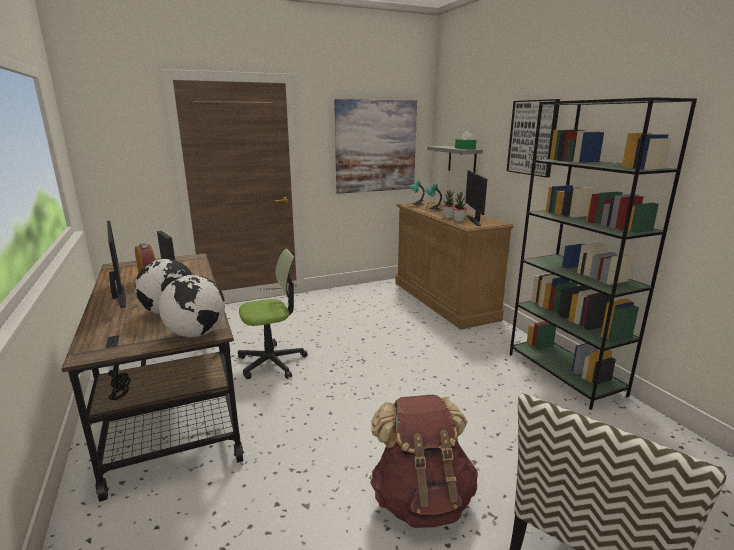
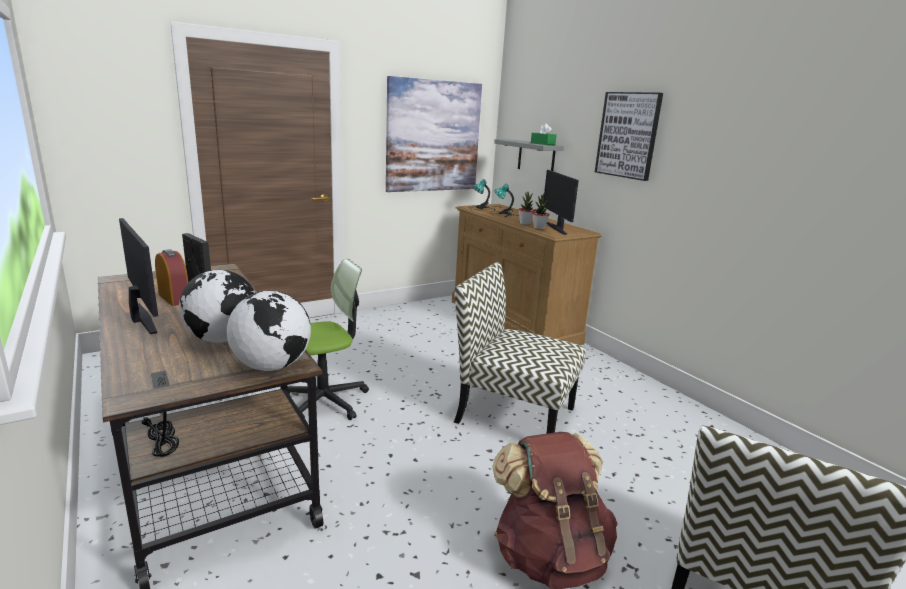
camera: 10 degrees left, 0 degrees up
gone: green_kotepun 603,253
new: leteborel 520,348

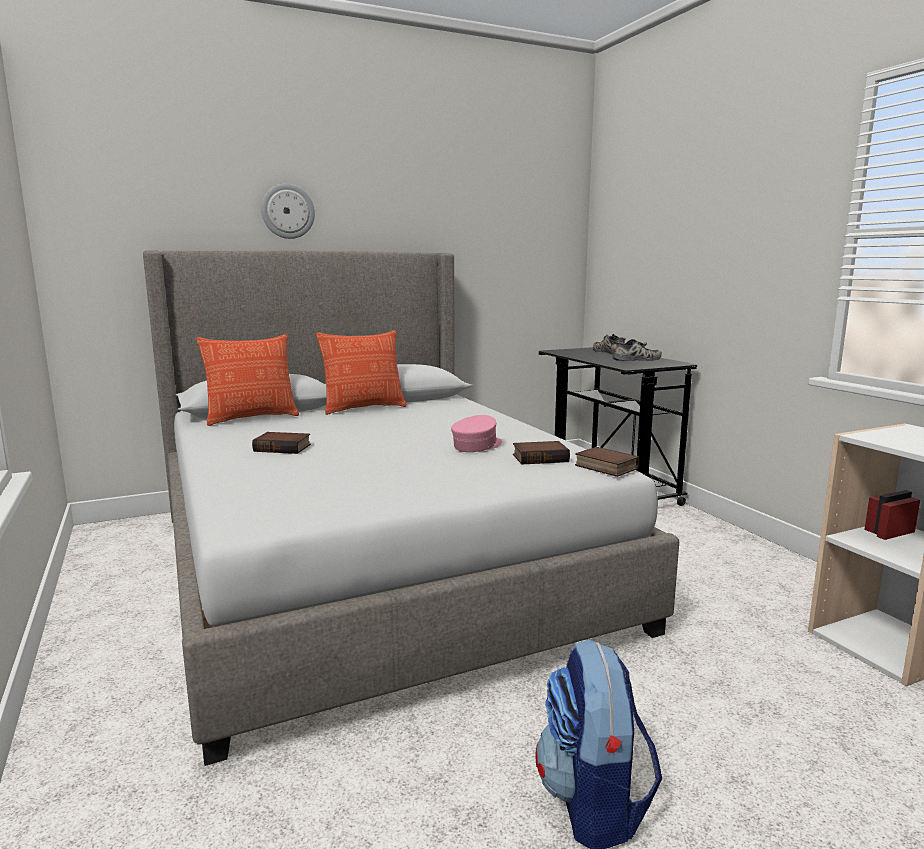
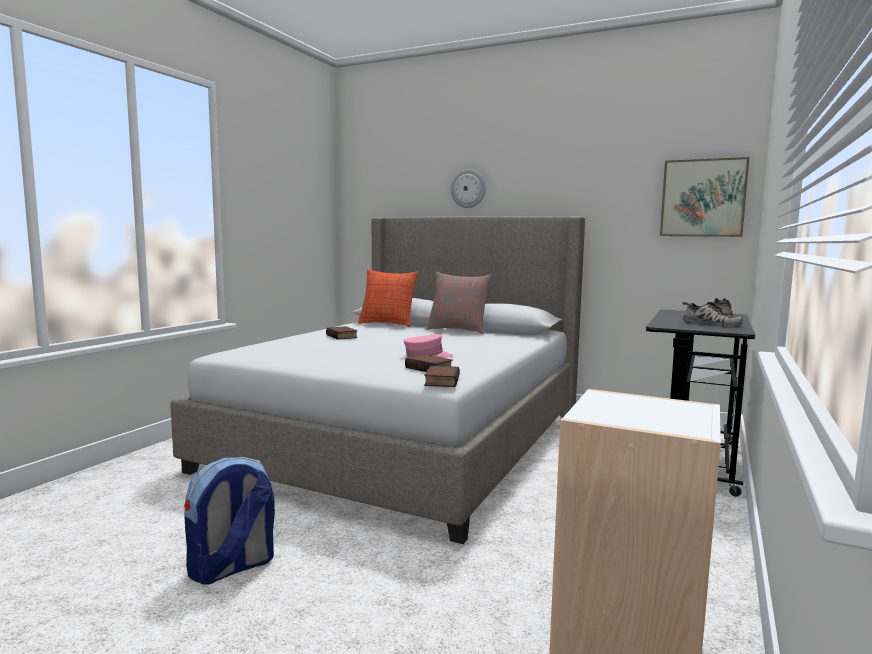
camera: 50 degrees right, 5 degrees down
new: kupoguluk 704,197
repainted: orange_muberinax 361,372 to grey_muberinax 458,303

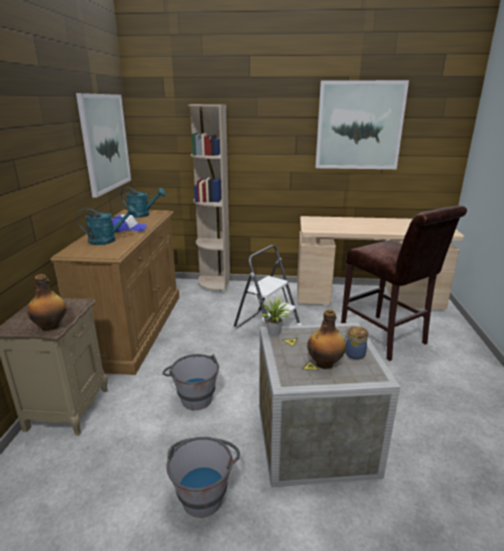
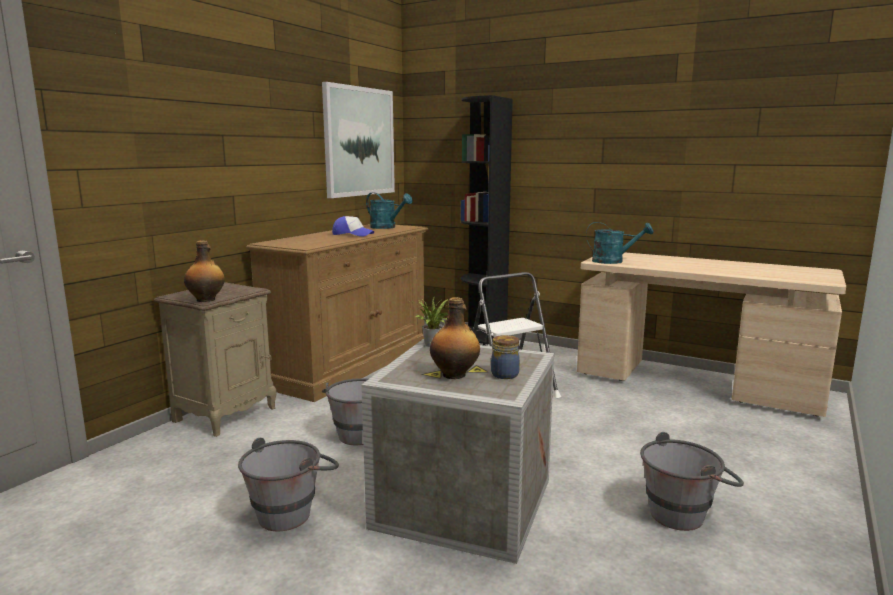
camera: 25 degrees right, 10 degrees down
gone: kupoguluk 362,124; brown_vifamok 404,283
new: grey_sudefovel 692,481
shifted: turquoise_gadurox 107,225 to 619,243
repainted: beige_kotepun 209,198 to black_kotepun 487,220

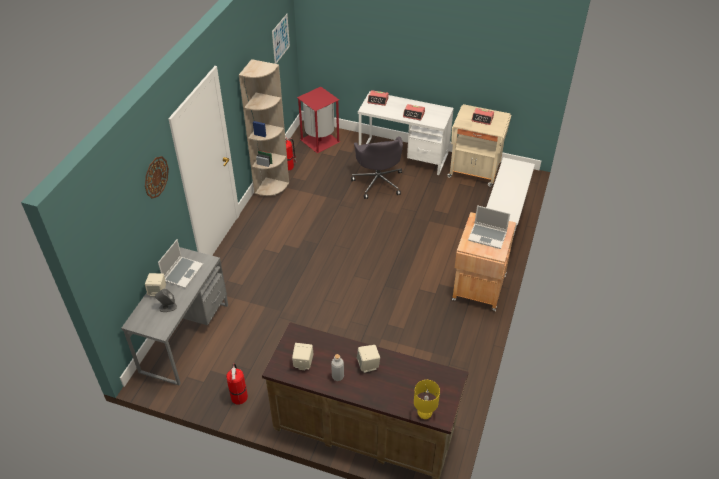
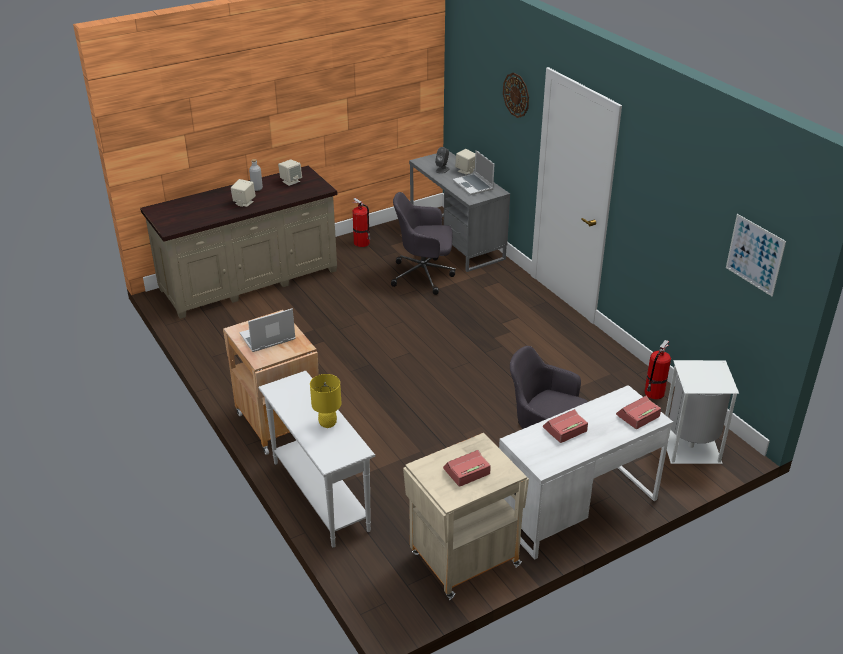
camera: 130 degrees right, 10 degrees down
gone: beige_kotepun 264,127
new: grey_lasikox 423,243
shifted: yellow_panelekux 427,399 to 326,401
repainted: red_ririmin 318,120 to white_ririmin 702,412

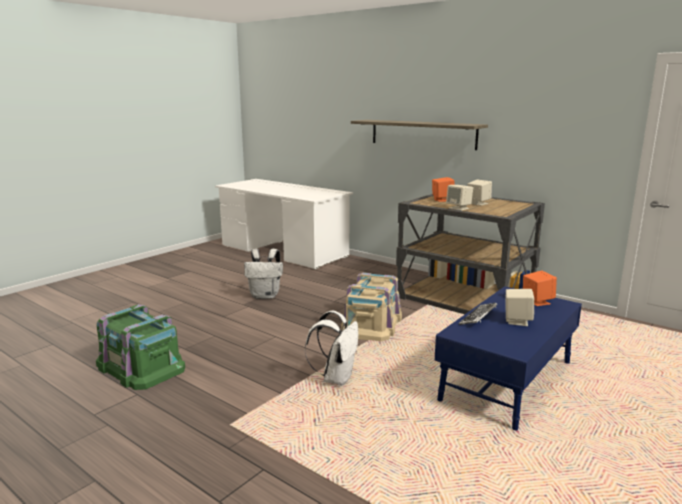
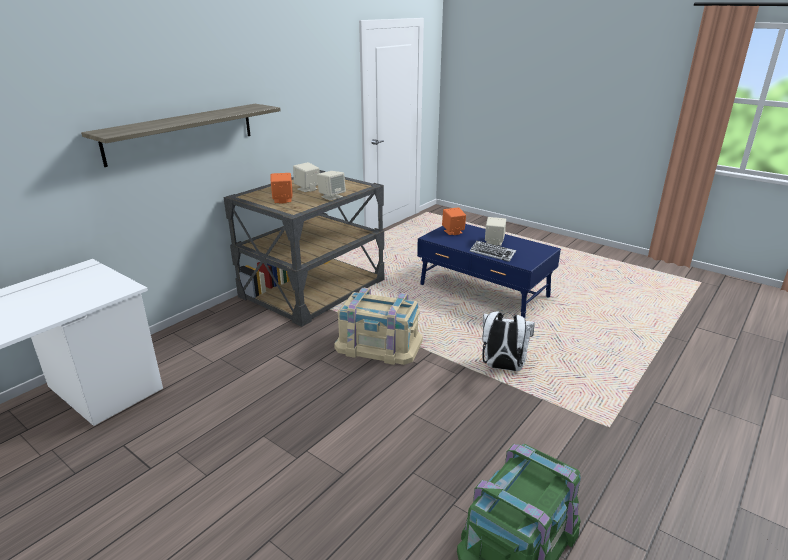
camera: 90 degrees left, 10 degrees up
gone: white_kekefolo 263,274

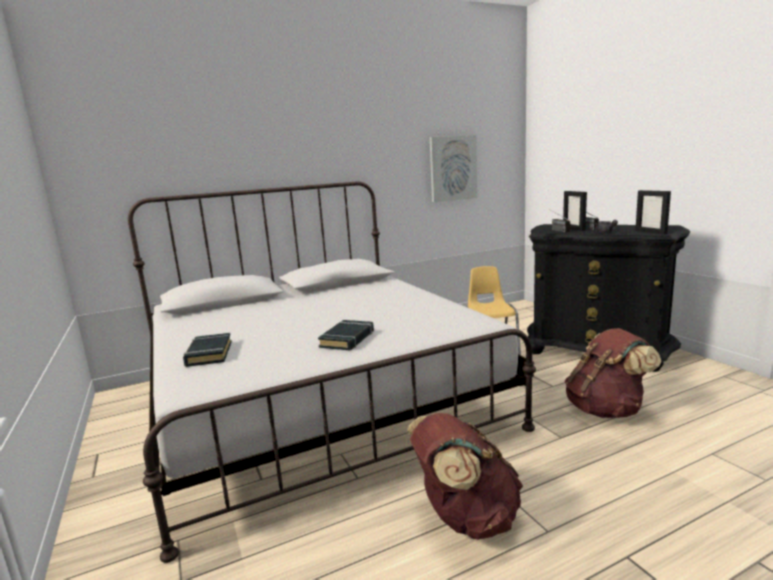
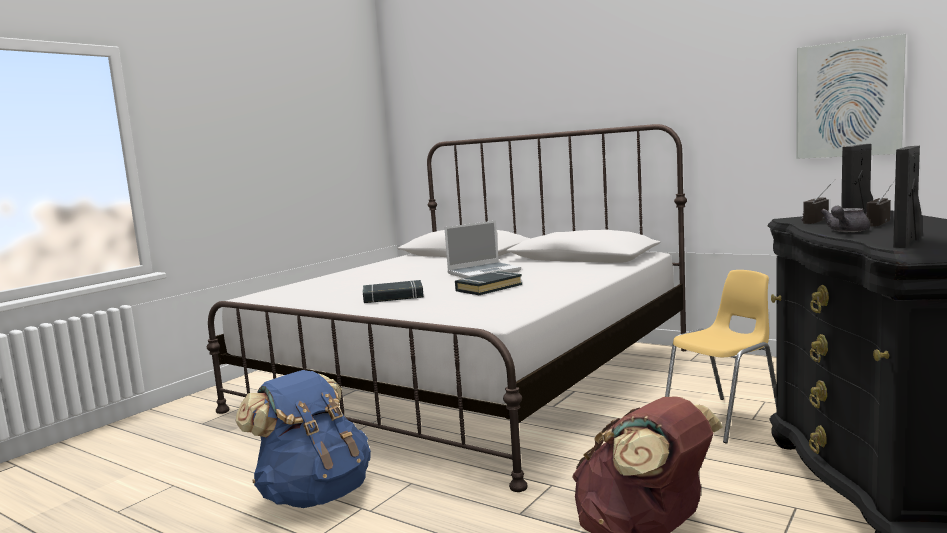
camera: 60 degrees right, 5 degrees down
new: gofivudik 482,249
shifted: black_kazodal 207,350 to 488,283
repainted: brown_kekefolo 465,476 to blue_kekefolo 303,439

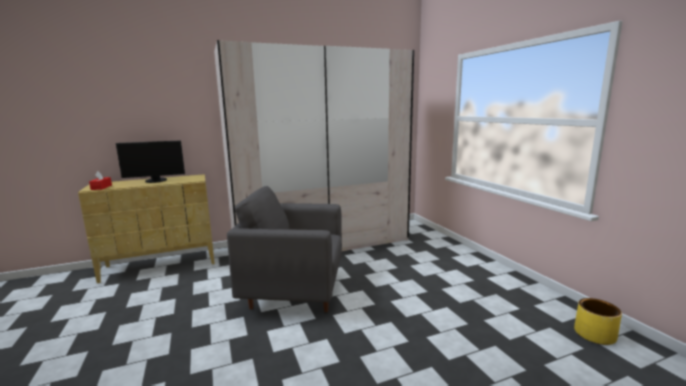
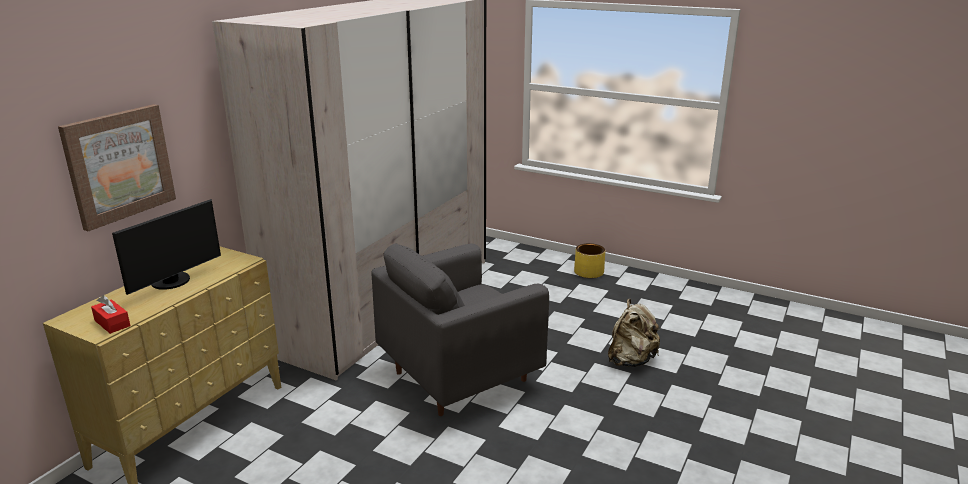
camera: 40 degrees left, 10 degrees up
new: kupoguluk 117,167; beige_kekefolo 634,333
shifted: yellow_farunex 598,321 to 589,261

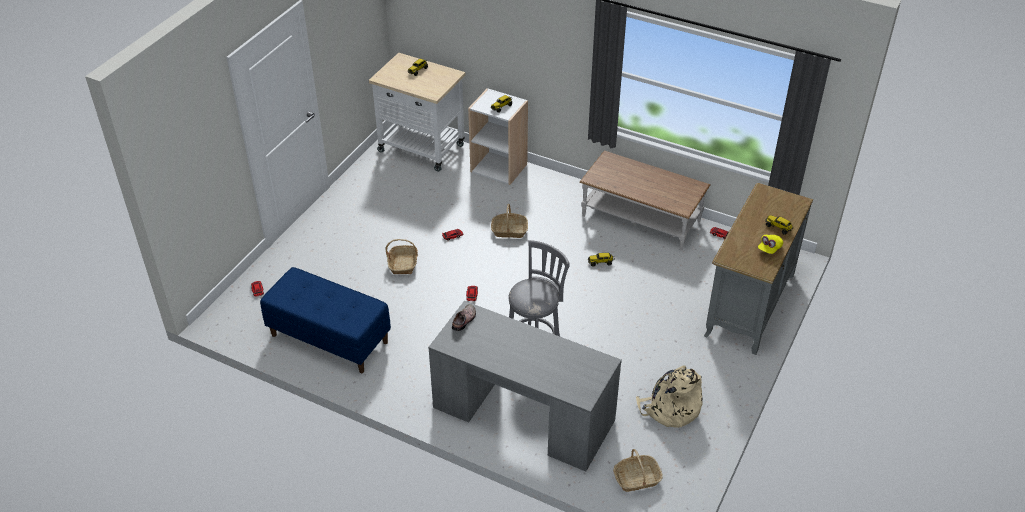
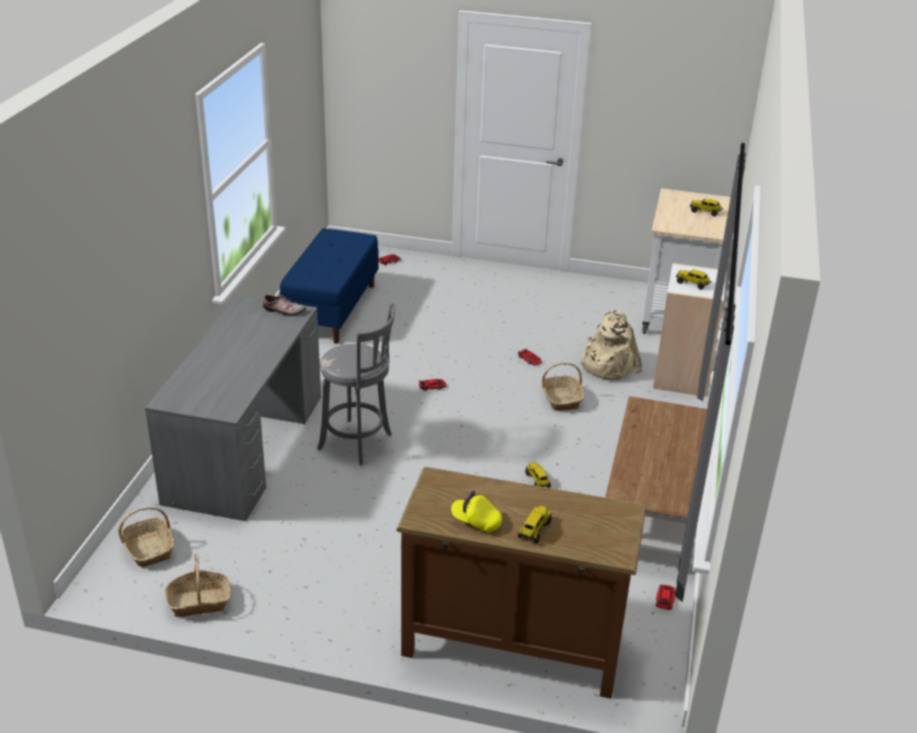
camera: 75 degrees right, 10 degrees down
shifted: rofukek 402,256 to 198,585; beige_kekefolo 669,396 to 611,345
repainted: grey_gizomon 758,269 to brown_gizomon 521,583

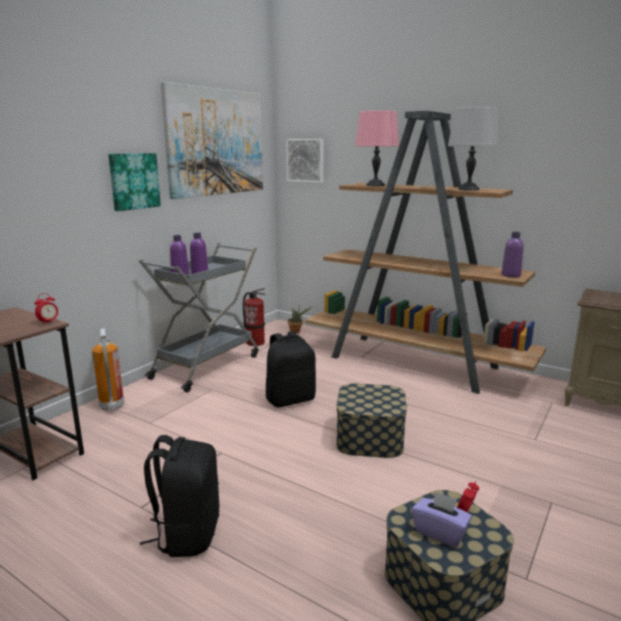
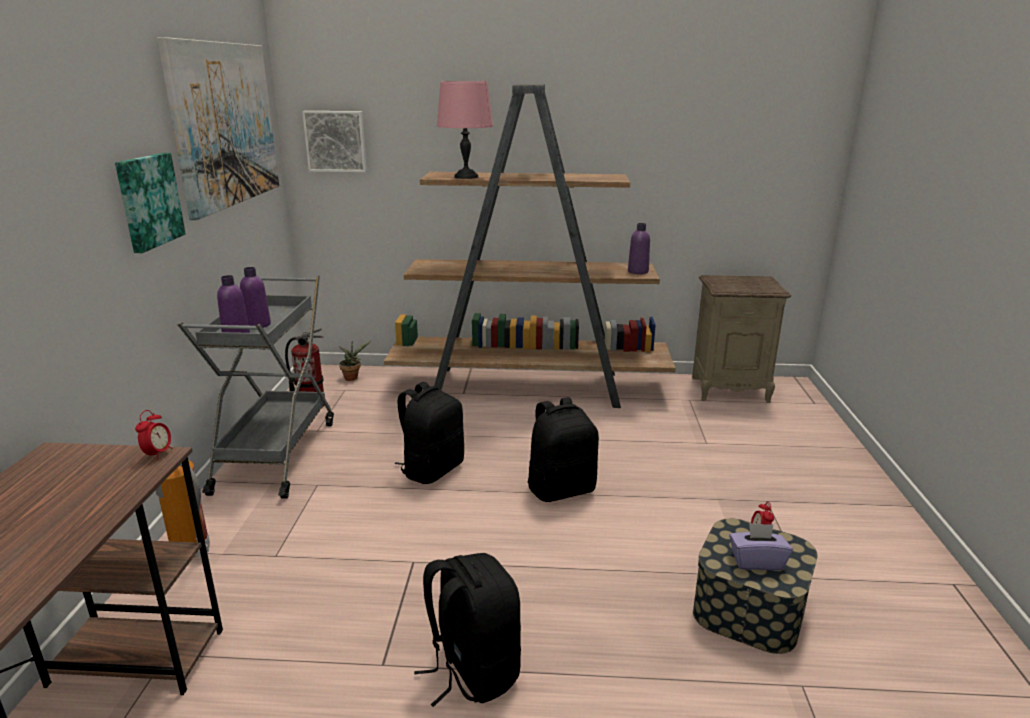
camera: 30 degrees left, 5 degrees up
gone: grey_panelekux 473,149
swapped: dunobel 372,420 to black_kekefolo 563,449

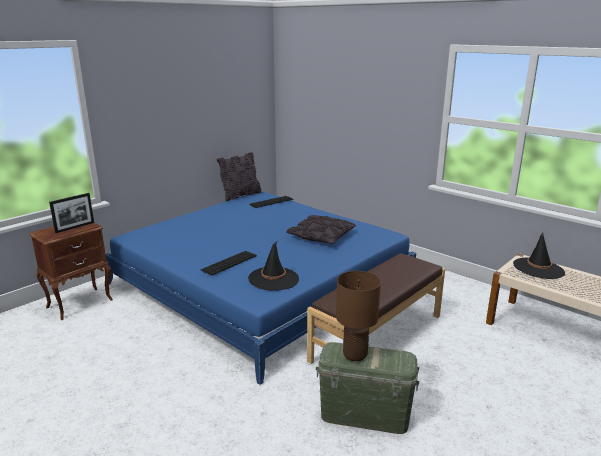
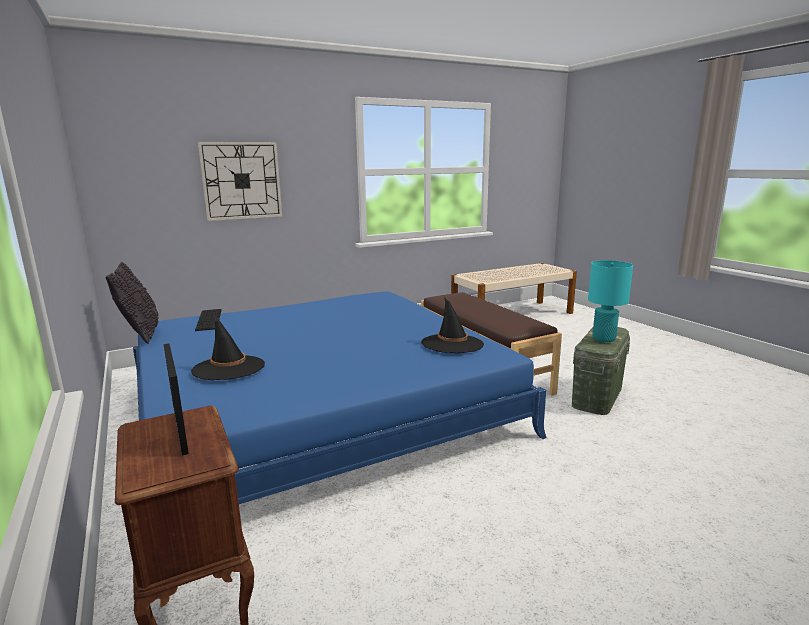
camera: 70 degrees left, 5 degrees down
gone: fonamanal 229,263; black_muberinax 321,229
new: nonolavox 240,181
shifted: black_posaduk 539,256 to 228,348
repainted: brown_panelekux 358,316 to turquoise_panelekux 610,301

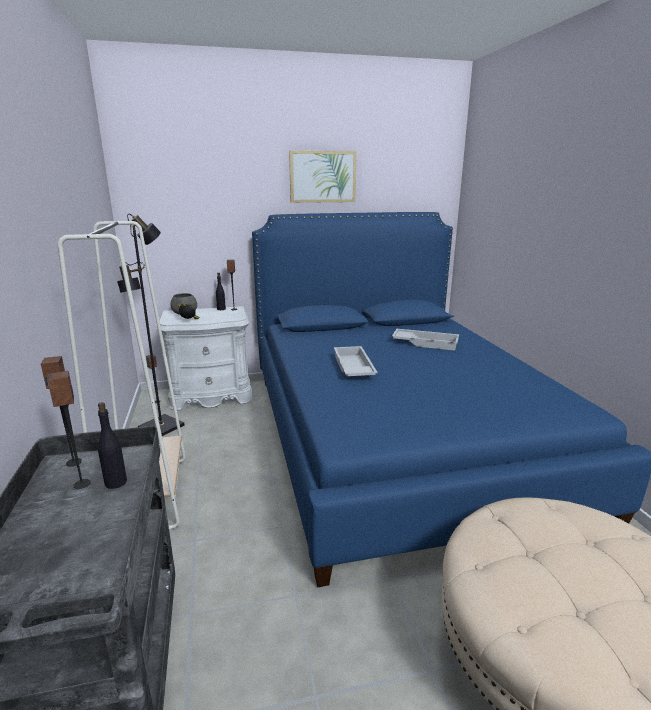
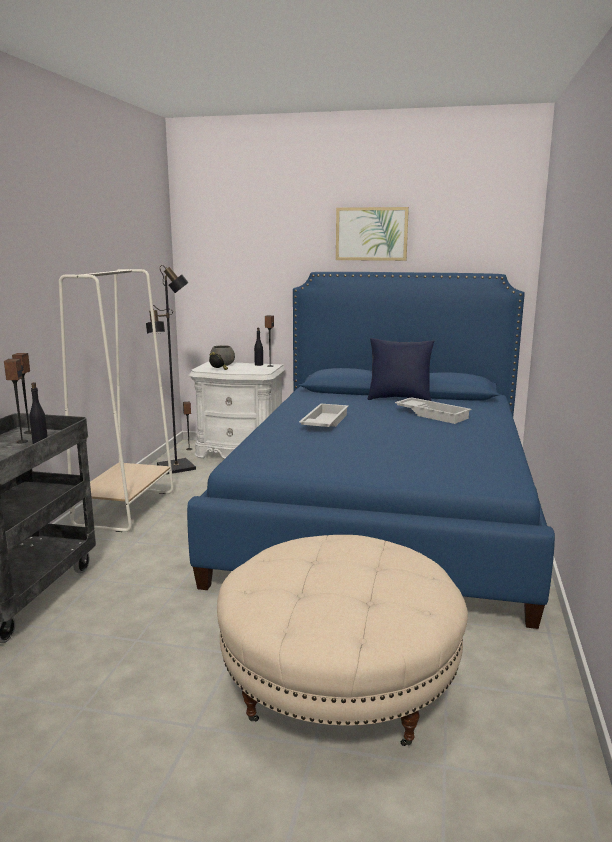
camera: 25 degrees right, 5 degrees down
new: blue_muberinax 401,369

